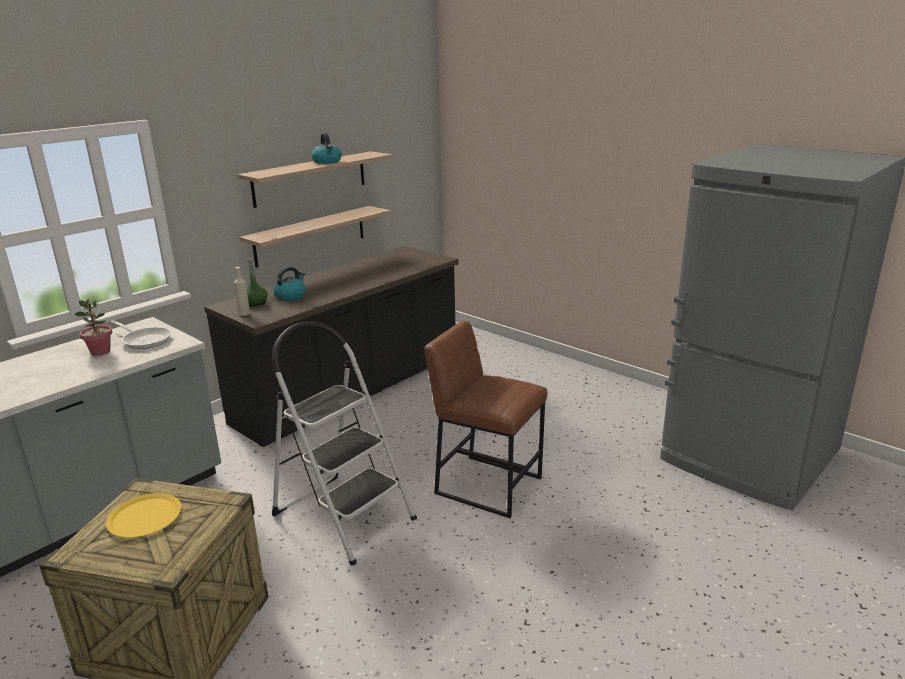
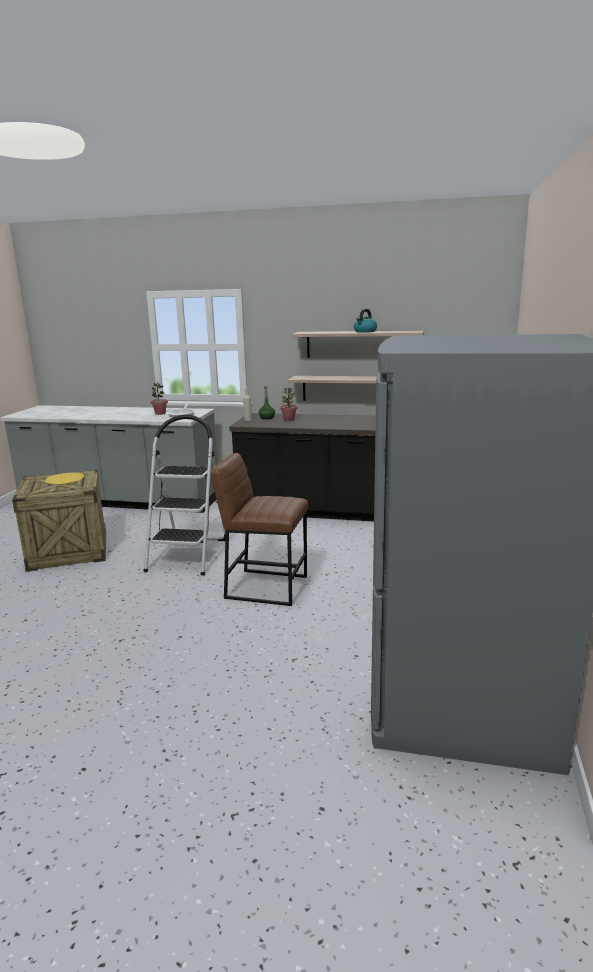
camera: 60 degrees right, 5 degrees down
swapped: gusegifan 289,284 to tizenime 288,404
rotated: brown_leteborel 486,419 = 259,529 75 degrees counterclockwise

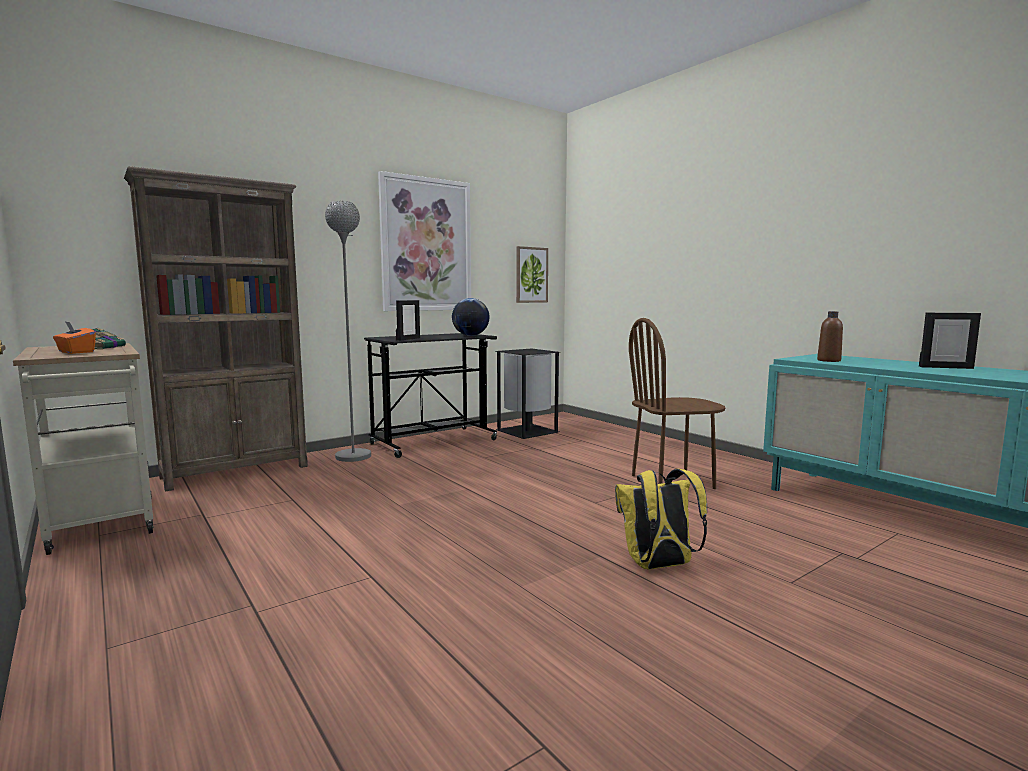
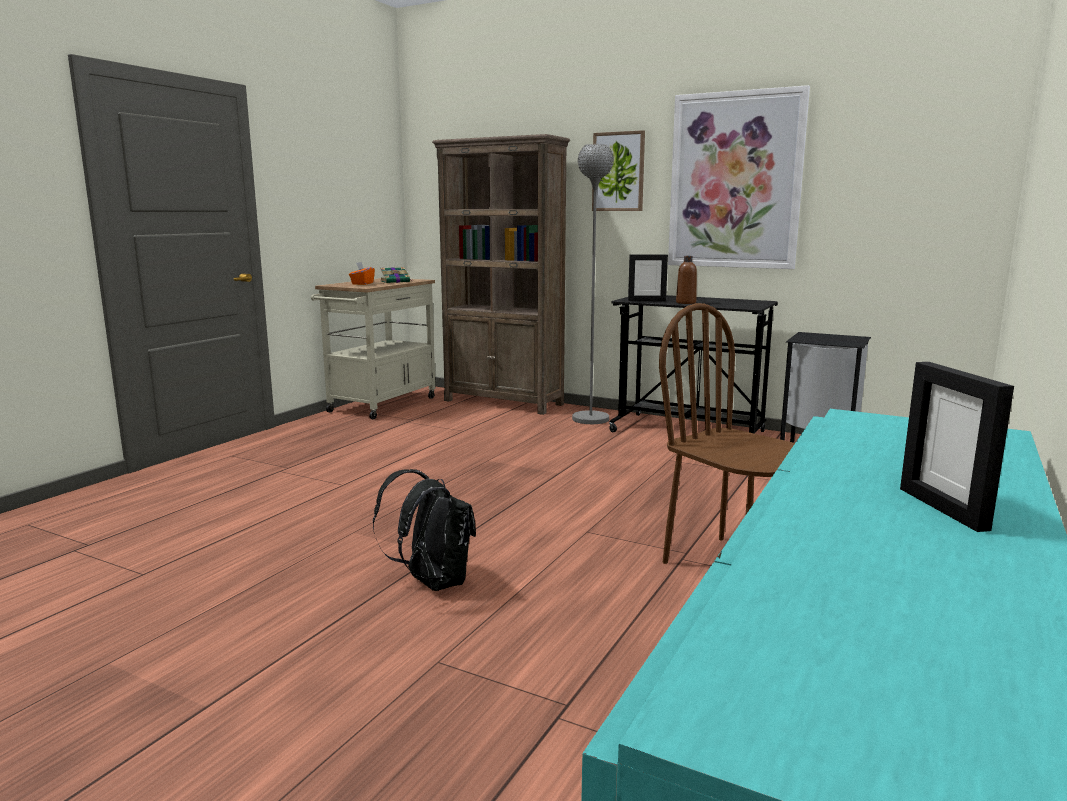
camera: 65 degrees right, 5 degrees up
gone: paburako 470,317
shifted: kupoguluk 532,274 to 618,170; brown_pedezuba 830,336 to 686,280
repainted: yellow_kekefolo 661,519 to black_kekefolo 424,530

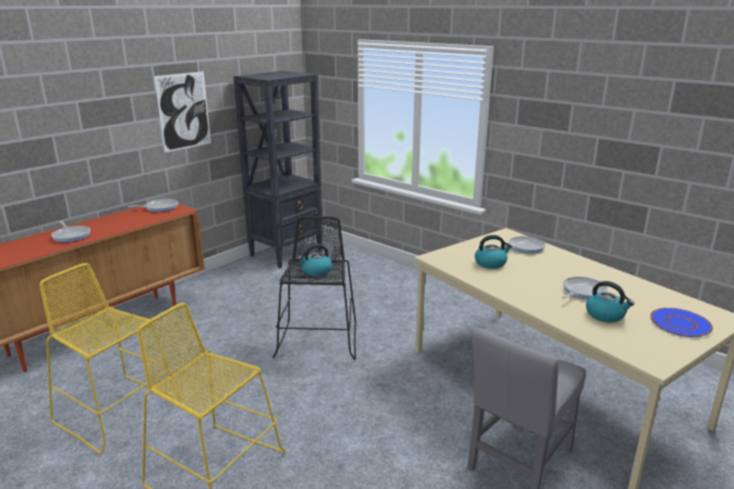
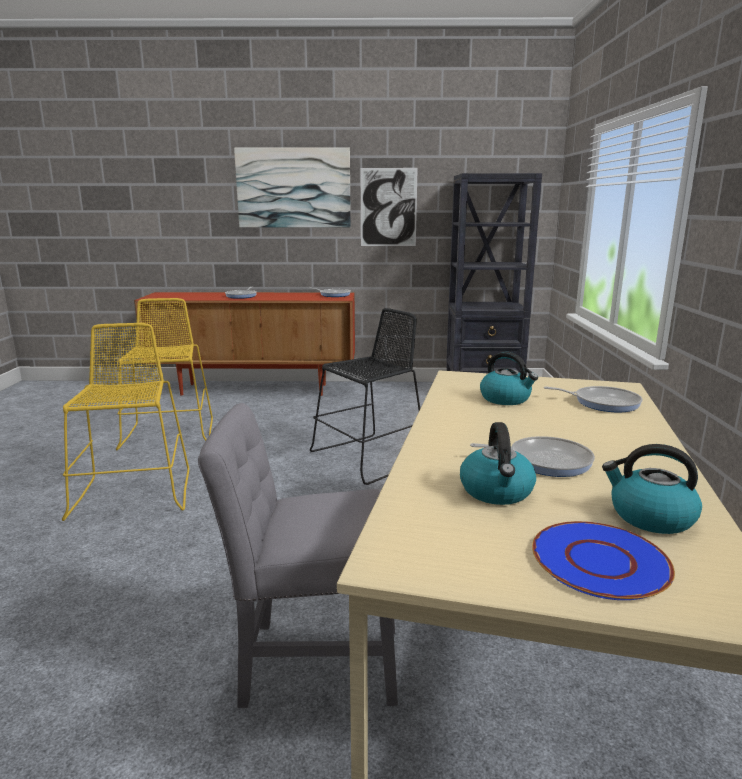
camera: 50 degrees right, 5 degrees down
new: kupoguluk 292,187
shifted: gusegifan 314,260 to 652,489

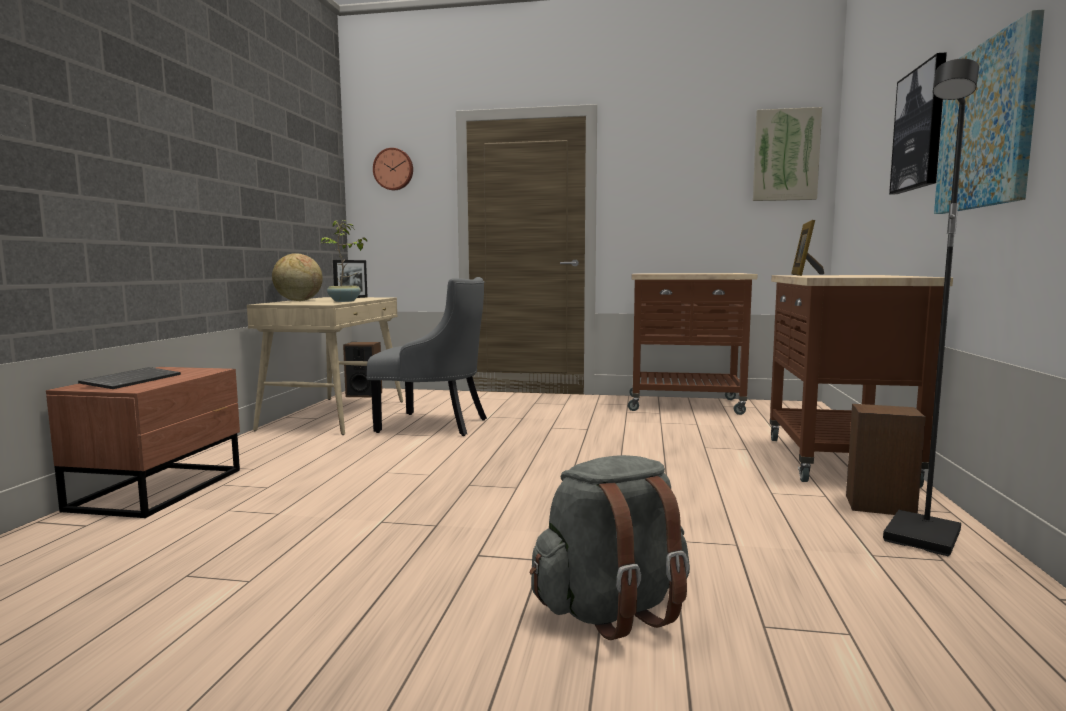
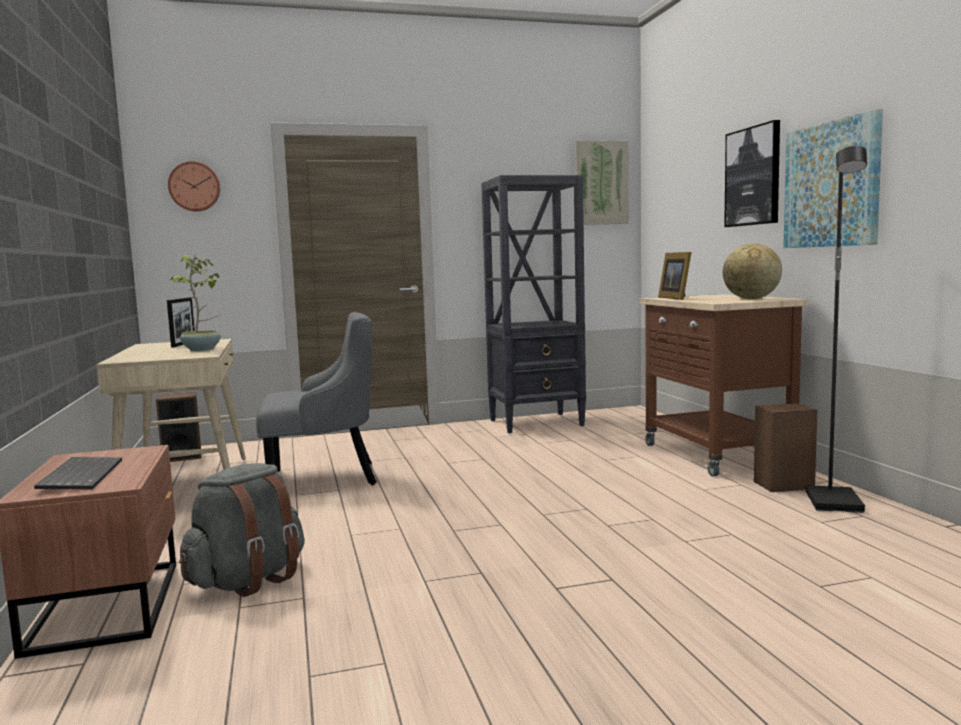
camera: 25 degrees left, 0 degrees up
shifted: paburako 297,277 to 752,271; grey_kekefolo 610,547 to 242,530
swapped: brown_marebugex 693,344 to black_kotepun 533,304

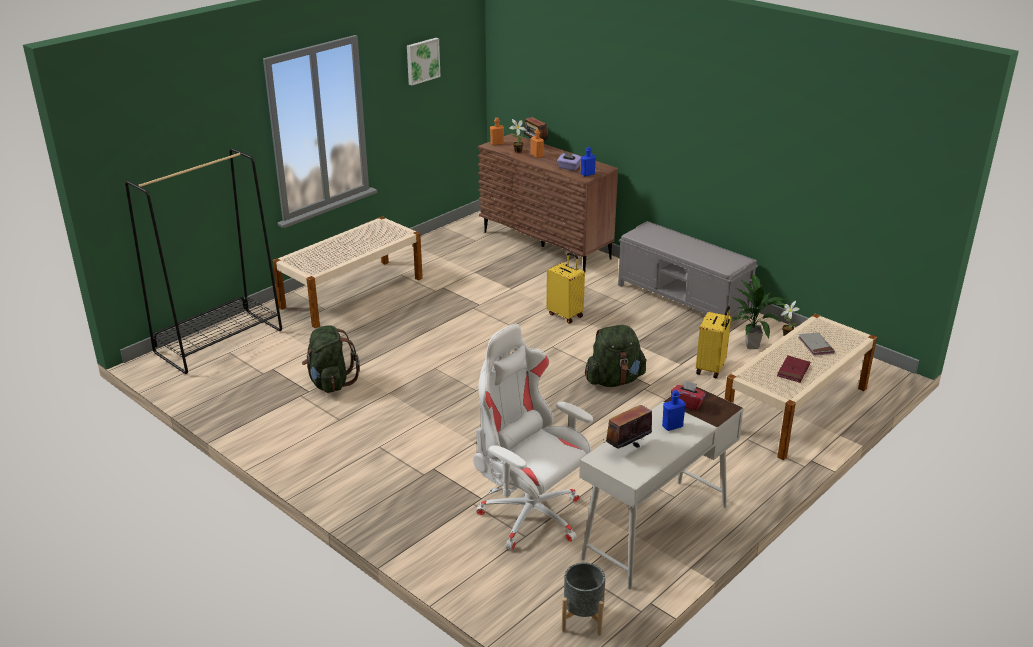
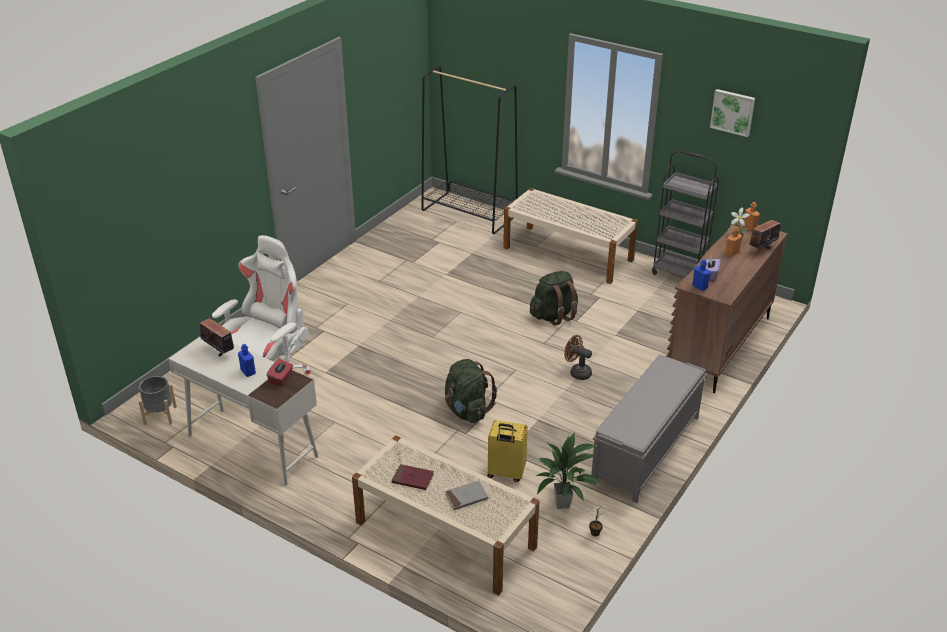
camera: 80 degrees right, 5 degrees up
new: grey_marebugex 685,214
shifted: green_kekefolo 331,359 to 554,298
swapped: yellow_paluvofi 565,287 to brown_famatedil 578,357

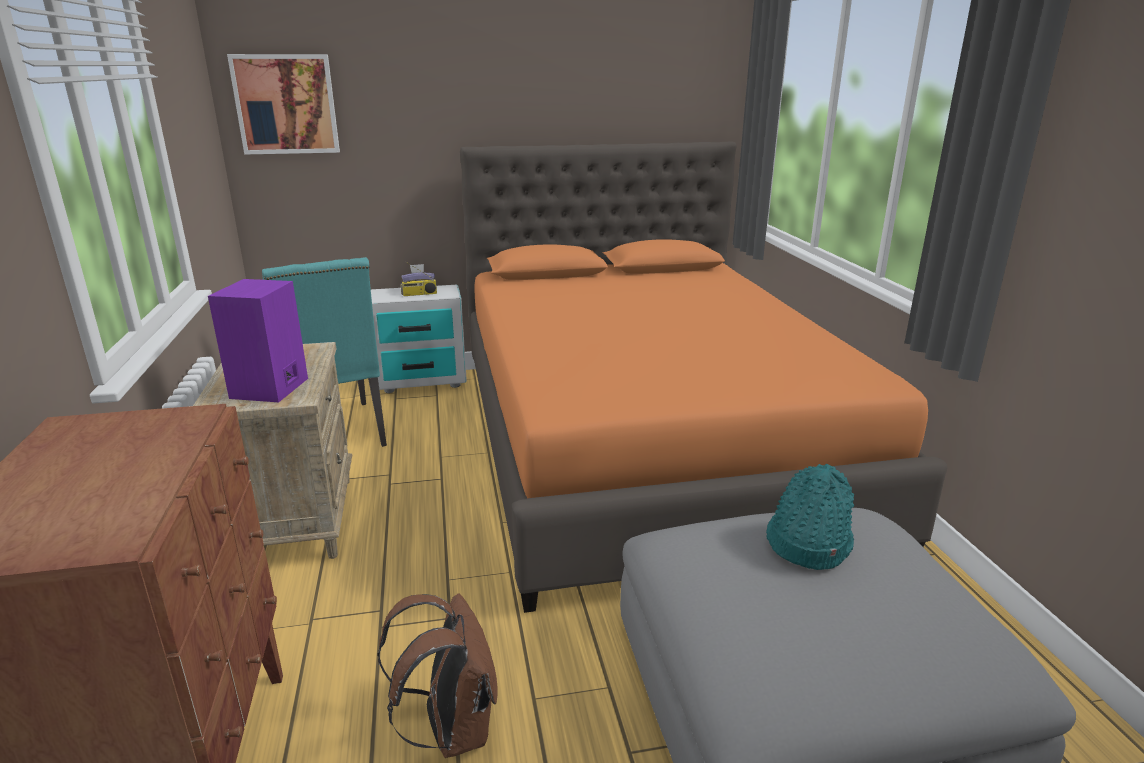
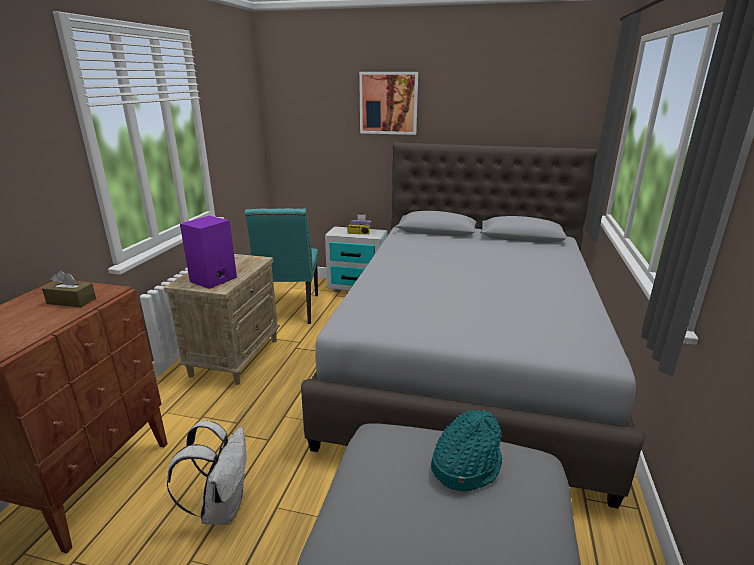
camera: 25 degrees right, 0 degrees up
new: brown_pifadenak 69,288
shifted: kupoguluk 283,104 to 388,103
repainted: brown_kekefolo 437,675 to white_kekefolo 207,472; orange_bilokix 703,377 to grey_bilokix 473,326

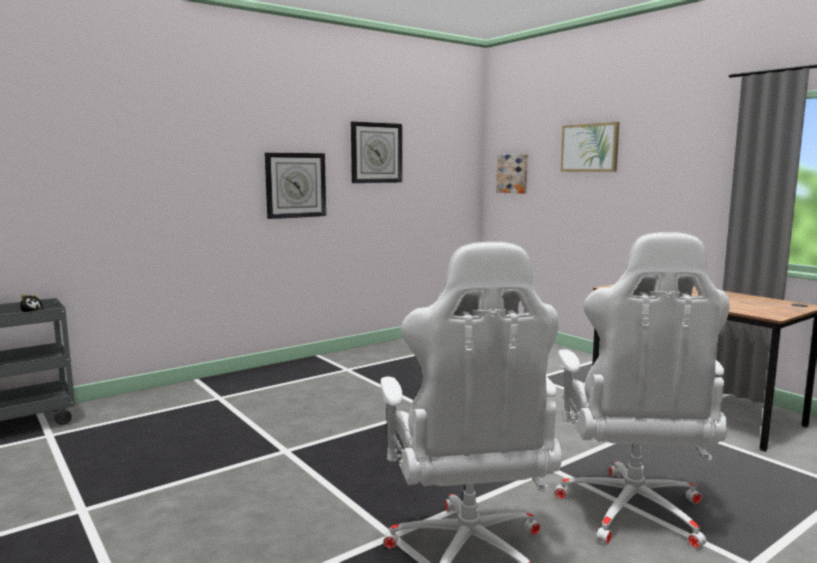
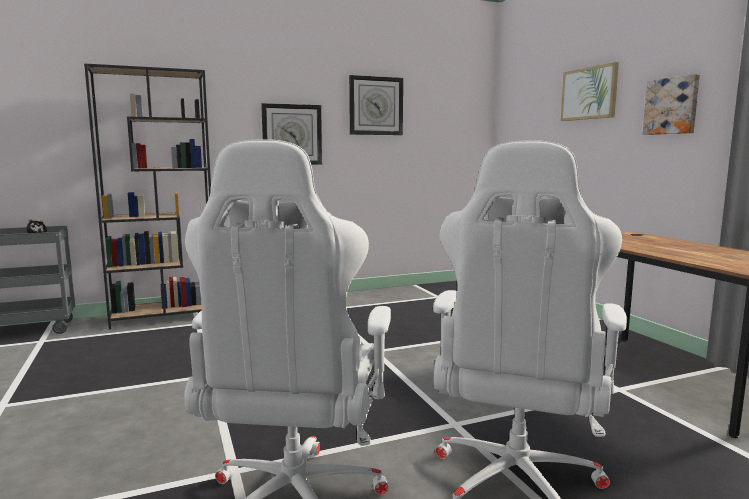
camera: 15 degrees right, 0 degrees up
new: kotepun 147,197
shifted: kupoguluk 512,174 to 671,104

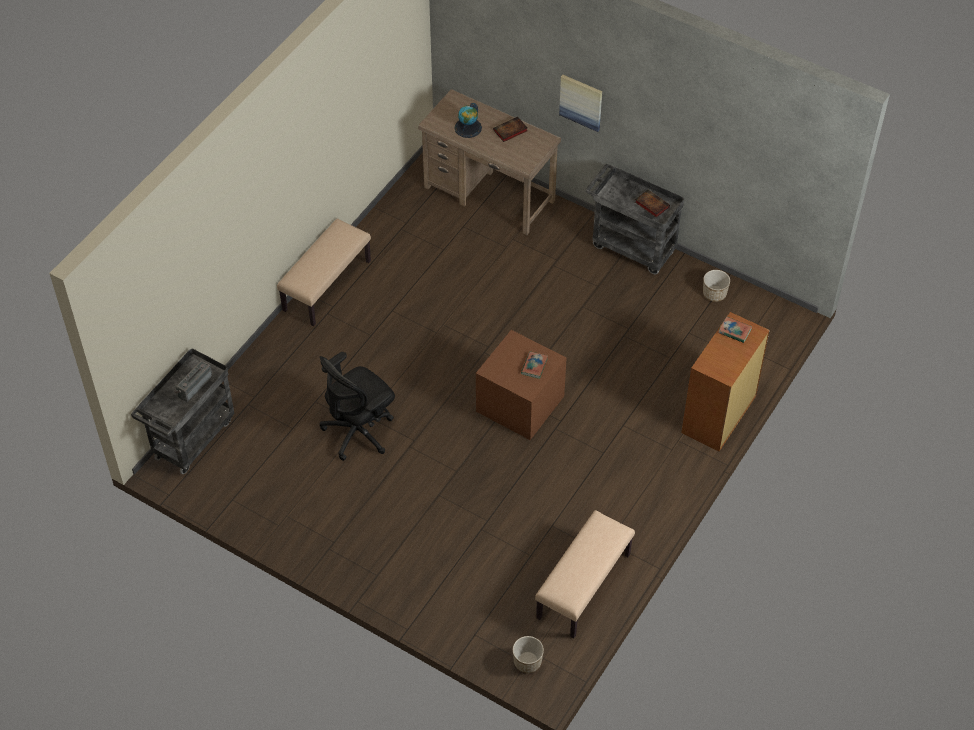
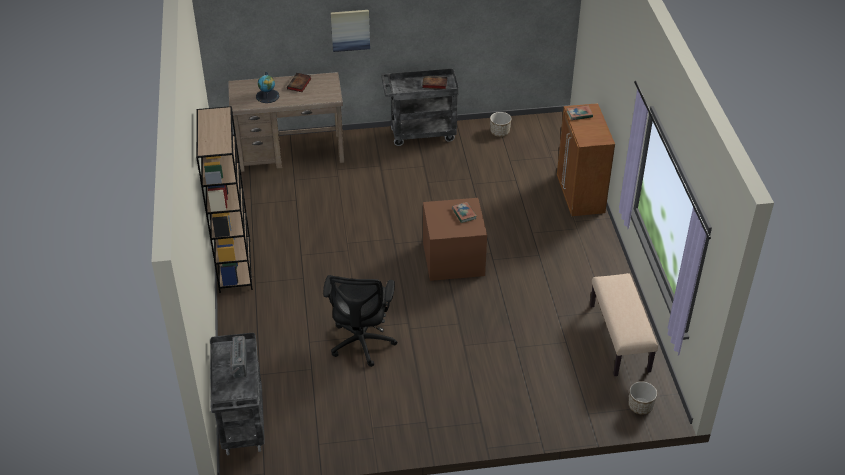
camera: 40 degrees left, 10 degrees down
swapped: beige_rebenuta 324,272 to beige_kotepun 224,199

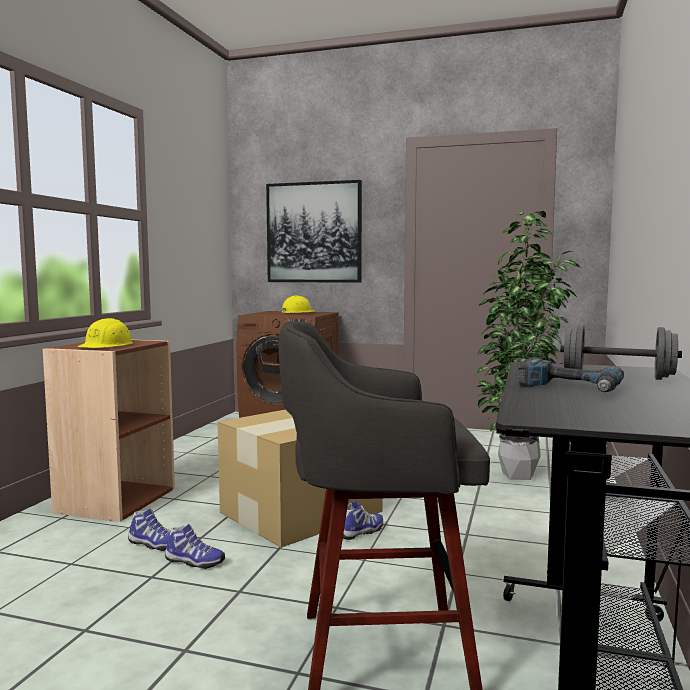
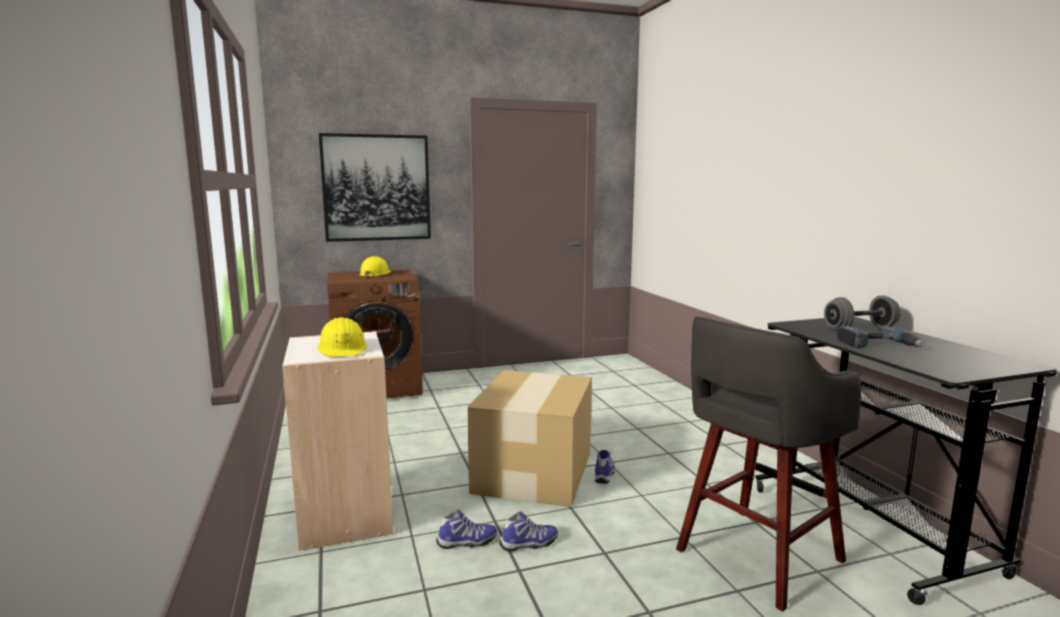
camera: 35 degrees left, 5 degrees up
gone: tizenime 526,345
repainted: brown_kotepun 109,431 to white_kotepun 337,441

